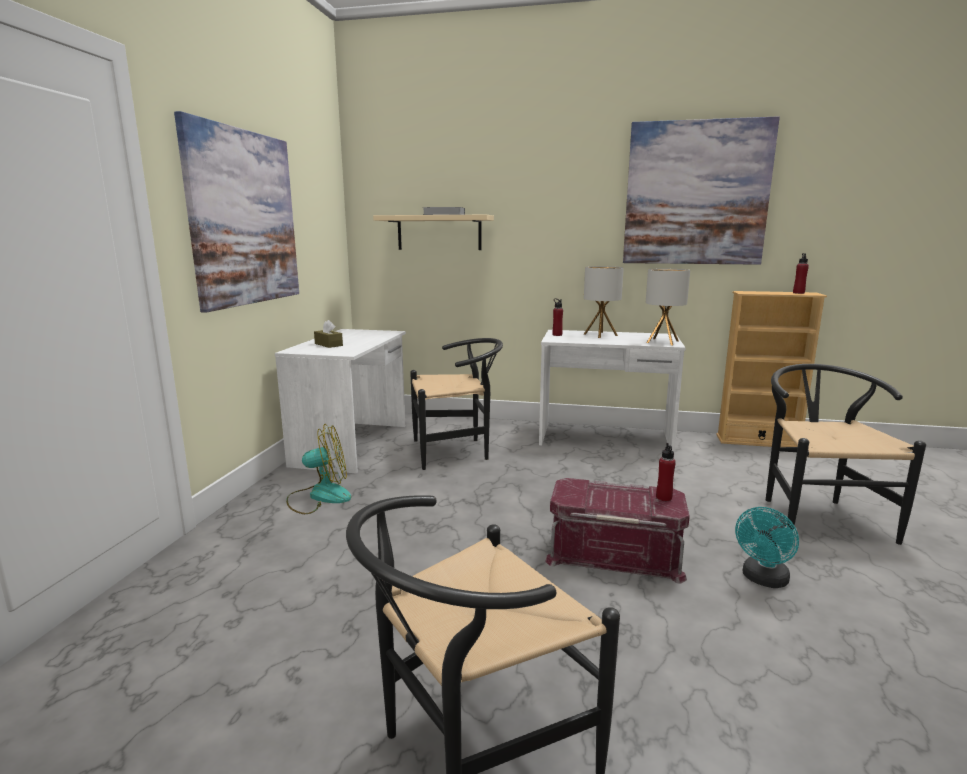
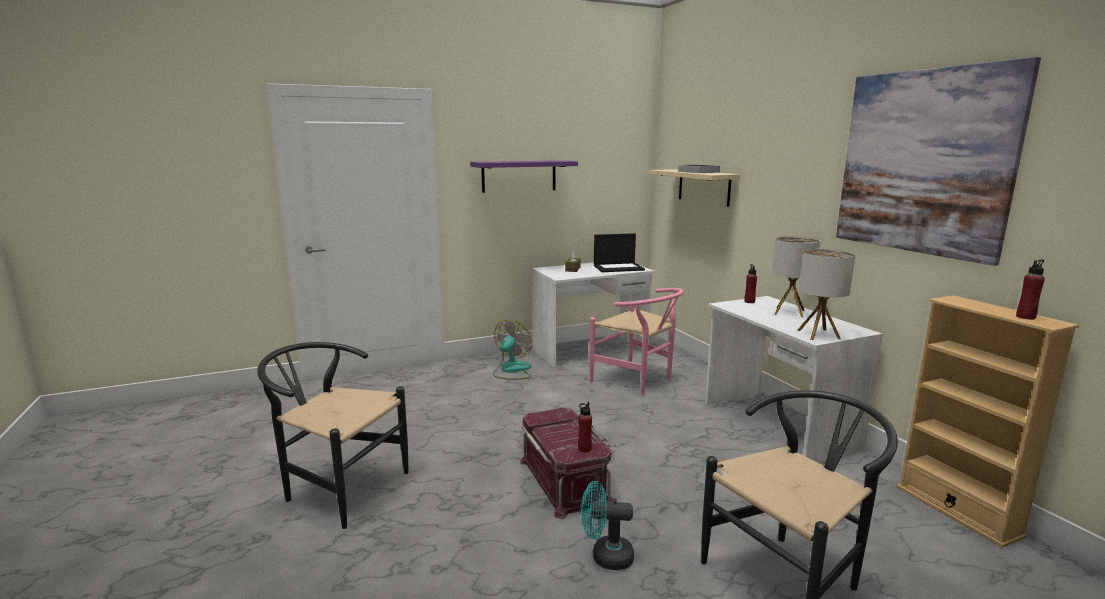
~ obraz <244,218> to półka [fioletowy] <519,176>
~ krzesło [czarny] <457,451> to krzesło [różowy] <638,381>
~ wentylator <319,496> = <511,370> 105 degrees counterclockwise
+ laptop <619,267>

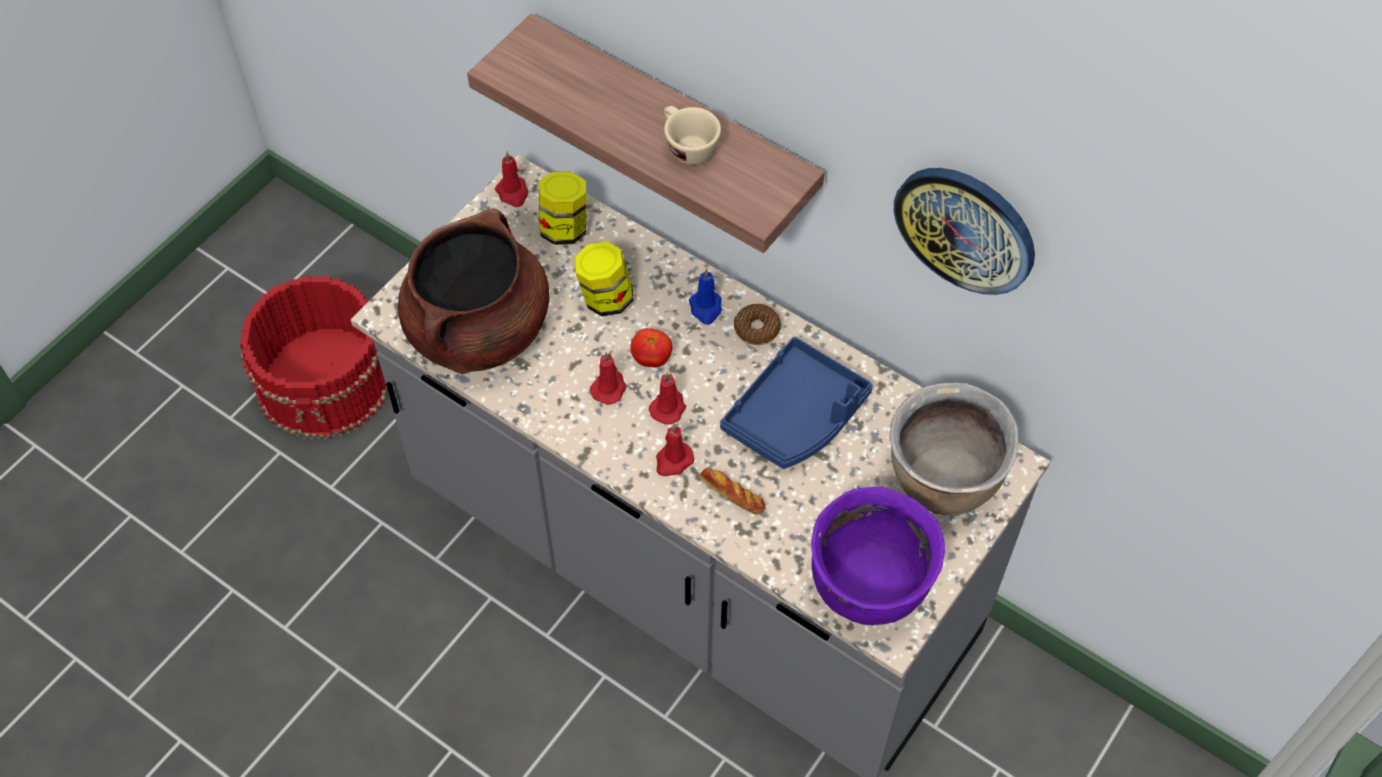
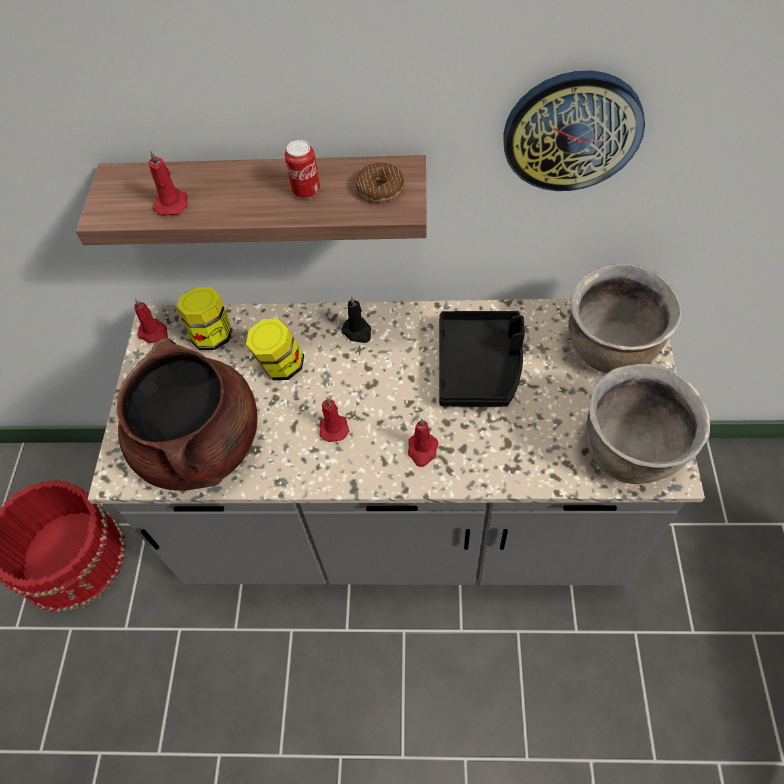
~ filiżanka [beżowy] <686,147> to puszka <306,191>
~ świeca [niebieski] <706,308> to świeca [czarny] <358,331>
~ donut <757,329> to <380,188>
- pomidor <651,358>
~ taca [niebieski] <796,416> to taca [czarny] <480,366>
~ świeca [czerwony] <668,407> to <172,203>
- chleb <732,494>
~ garnek [fioletowy] <869,588> to garnek [brązowy] <630,452>

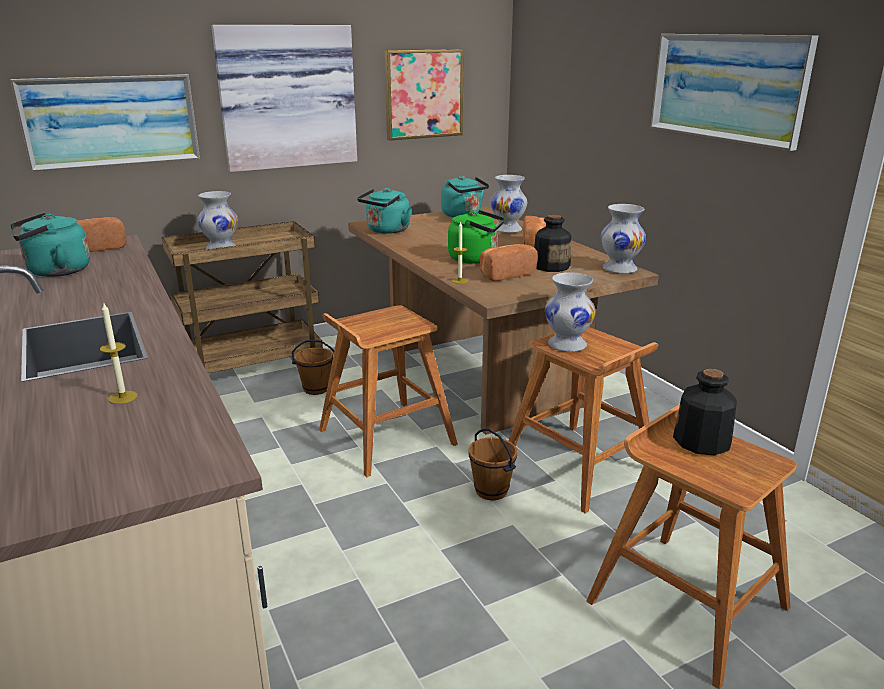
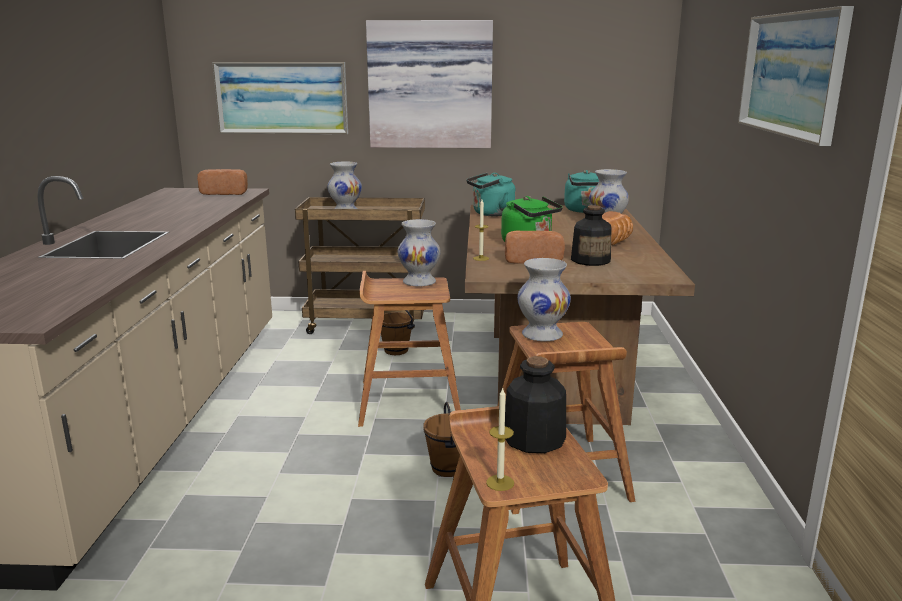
- obraz <423,94>
~ wazon [biały] <619,269> to <419,282>
- czajnik [turkusowy] <55,272>
~ świeca <123,397> to <500,483>

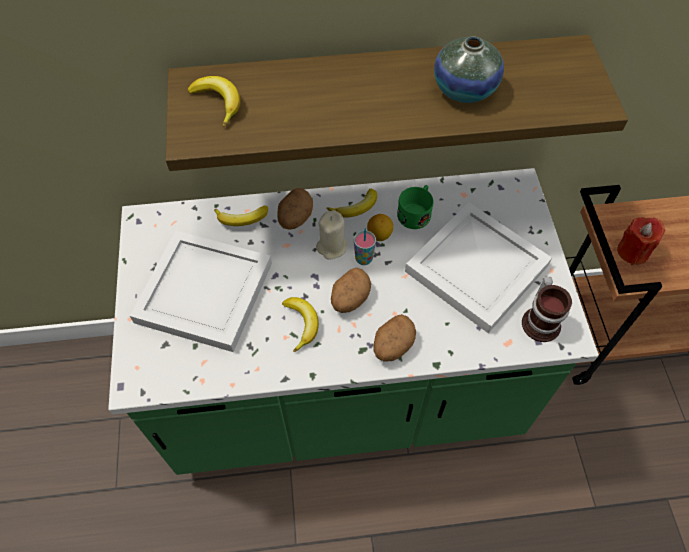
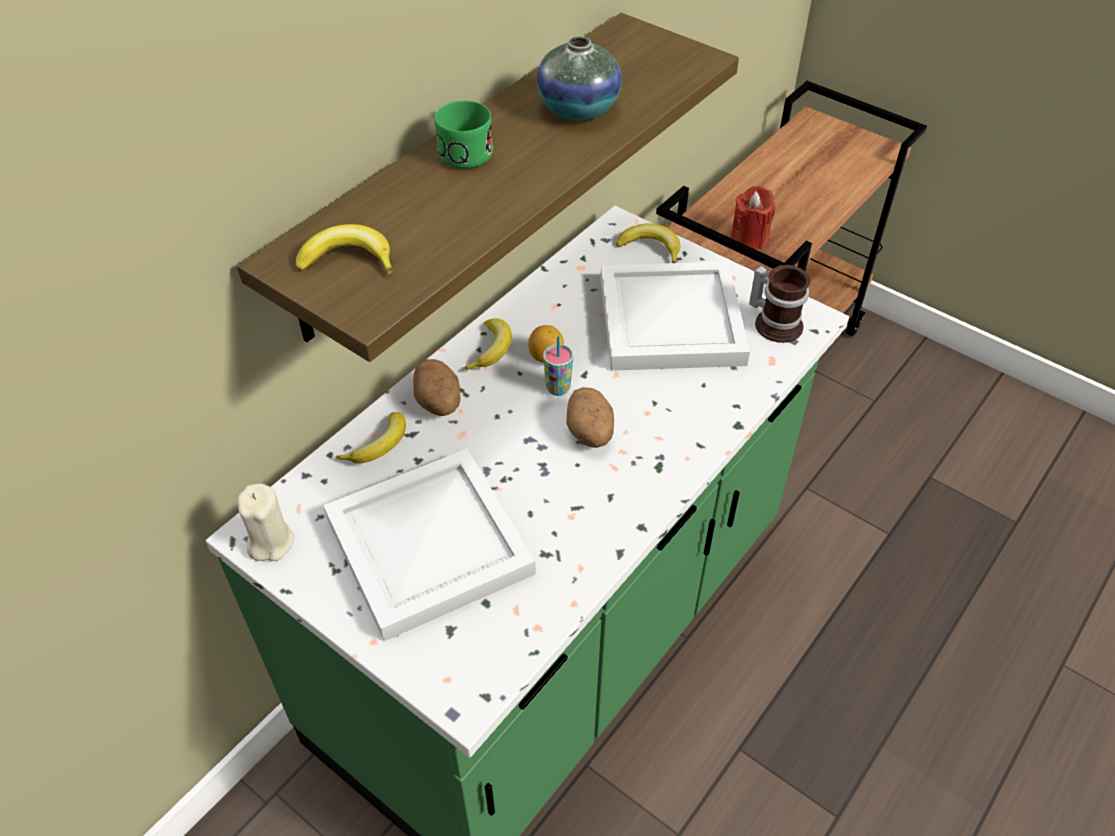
~ kubek [zielony] <416,212> to <463,149>
~ świeca [beżowy] <332,247> to <270,542>
~ banan <301,324> to <651,248>
- ziemniak <392,346>

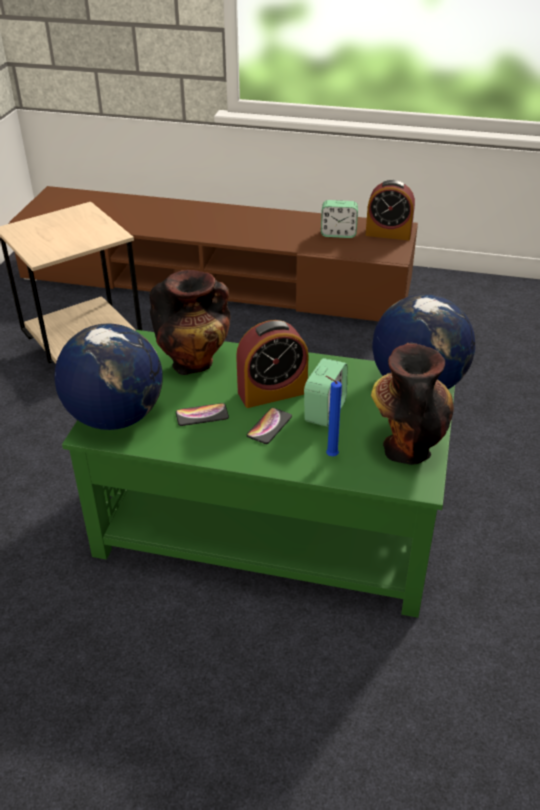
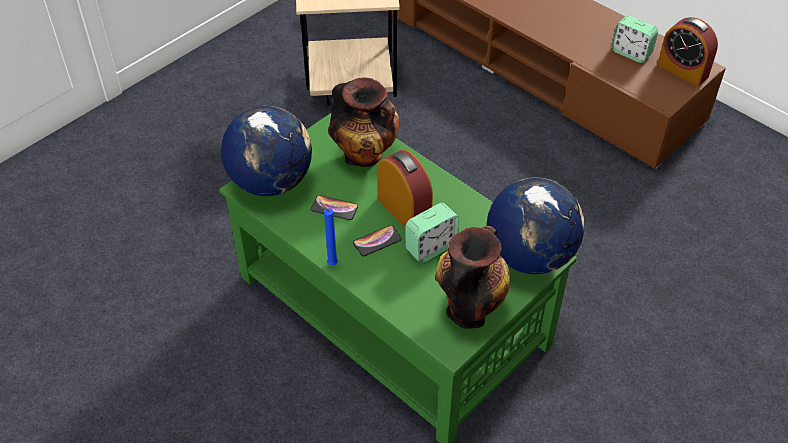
~ budzik <272,392> = <404,210> 135 degrees counterclockwise
~ świeca [niebieski] <330,456> to <331,263>

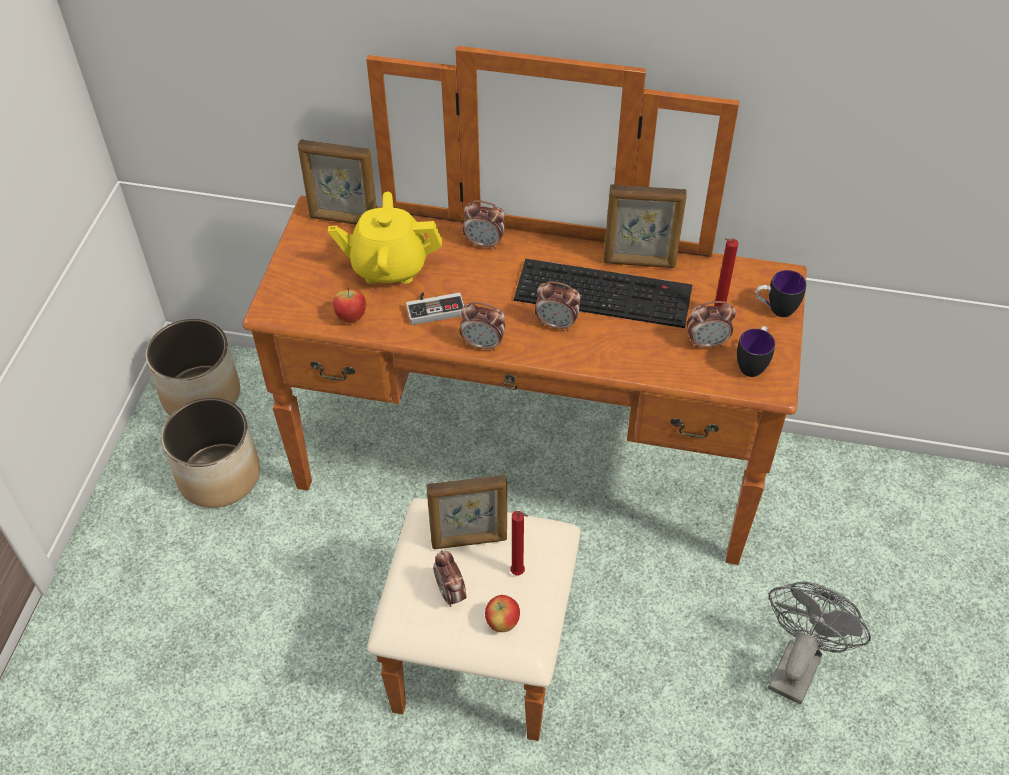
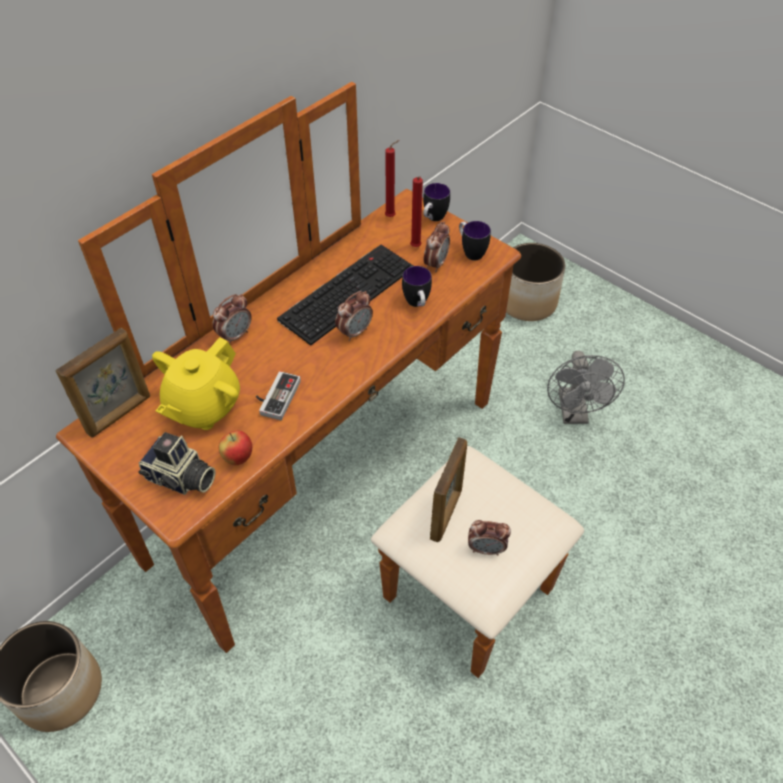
- ramka na zdjęcie <639,263>
- budzik <483,344>
~ donica <218,476> to <527,302>
~ świeca [czerwony] <519,573> to <392,216>
~ wentylator [szary] <797,664> = <574,414> 150 degrees counterclockwise
- jabłko <502,623>
+ kubek <417,304>
+ aparat fotograficzny <181,479>

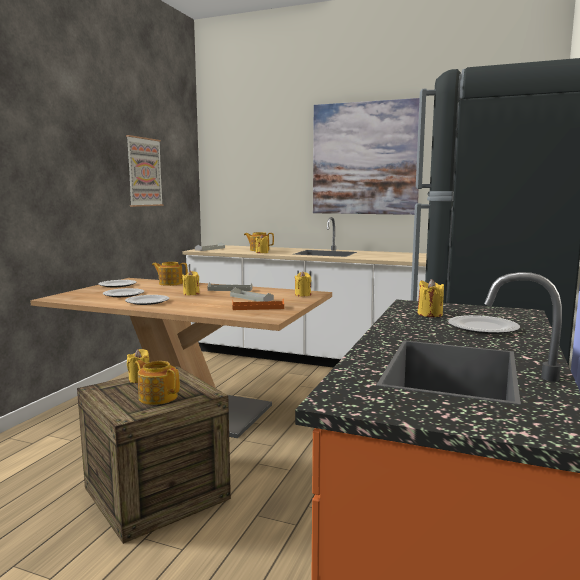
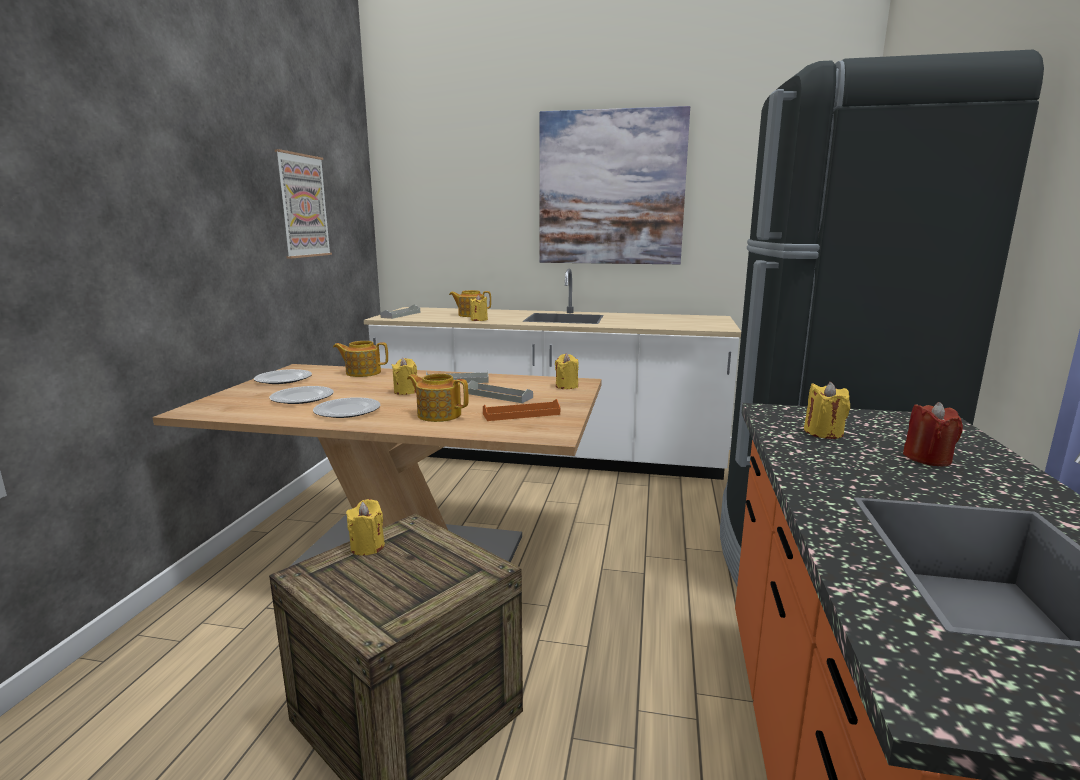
~ talerz <482,328> to świeca [czerwony] <927,458>
~ imbryk <158,397> to <438,414>

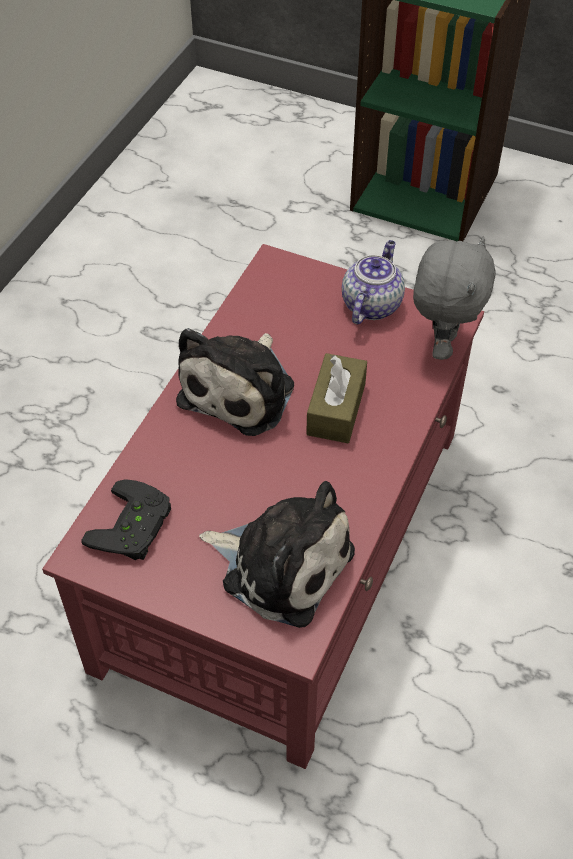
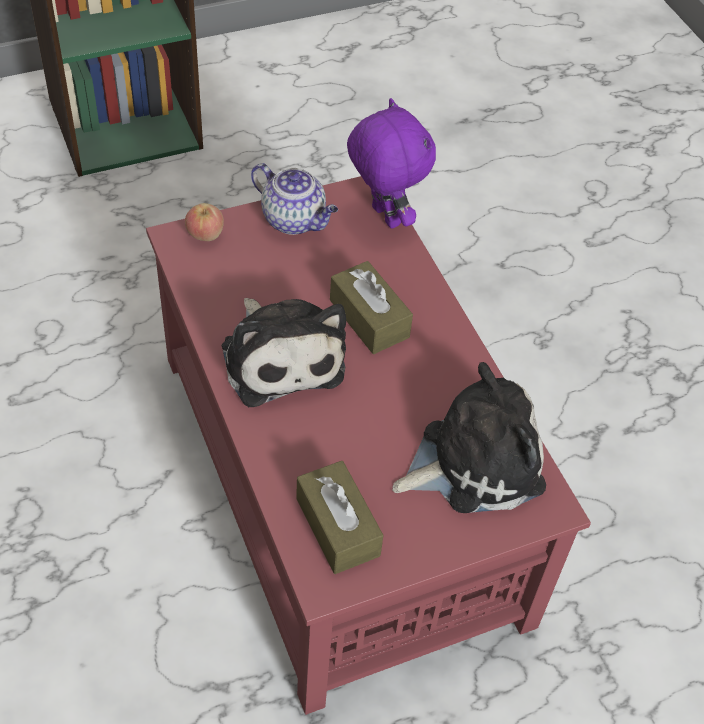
~ pluszak [szary] <442,345> to pluszak [fioletowy] <383,217>
~ imbryk <371,304> = <295,220> 150 degrees clockwise
~ pad do gier [czarny] <135,527> to pudełko chusteczek [brązowy] <337,527>
+ jabłko <205,234>

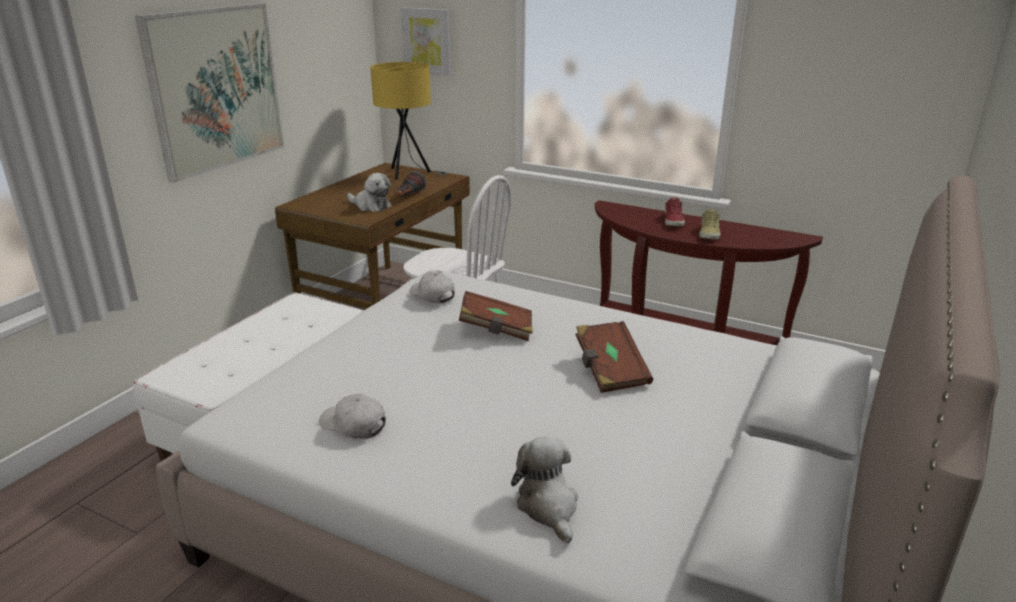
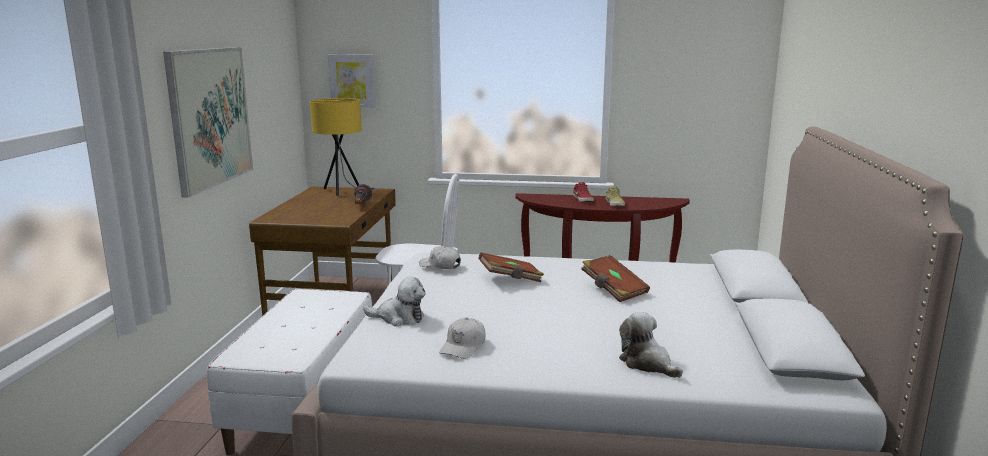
~ pluszak <370,206> to <399,318>
~ czapka z daszkiem [biały] <353,425> = <463,346> 75 degrees counterclockwise

